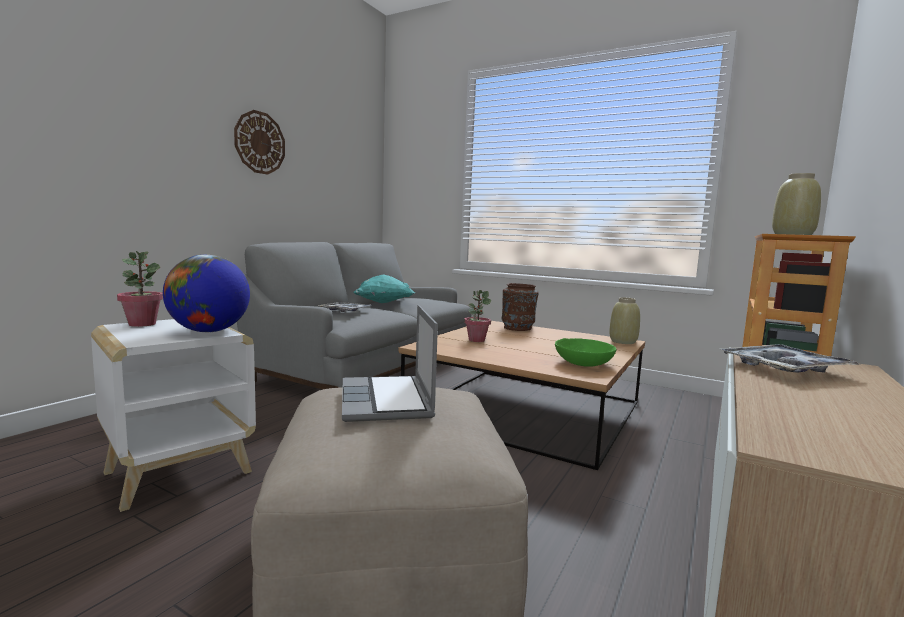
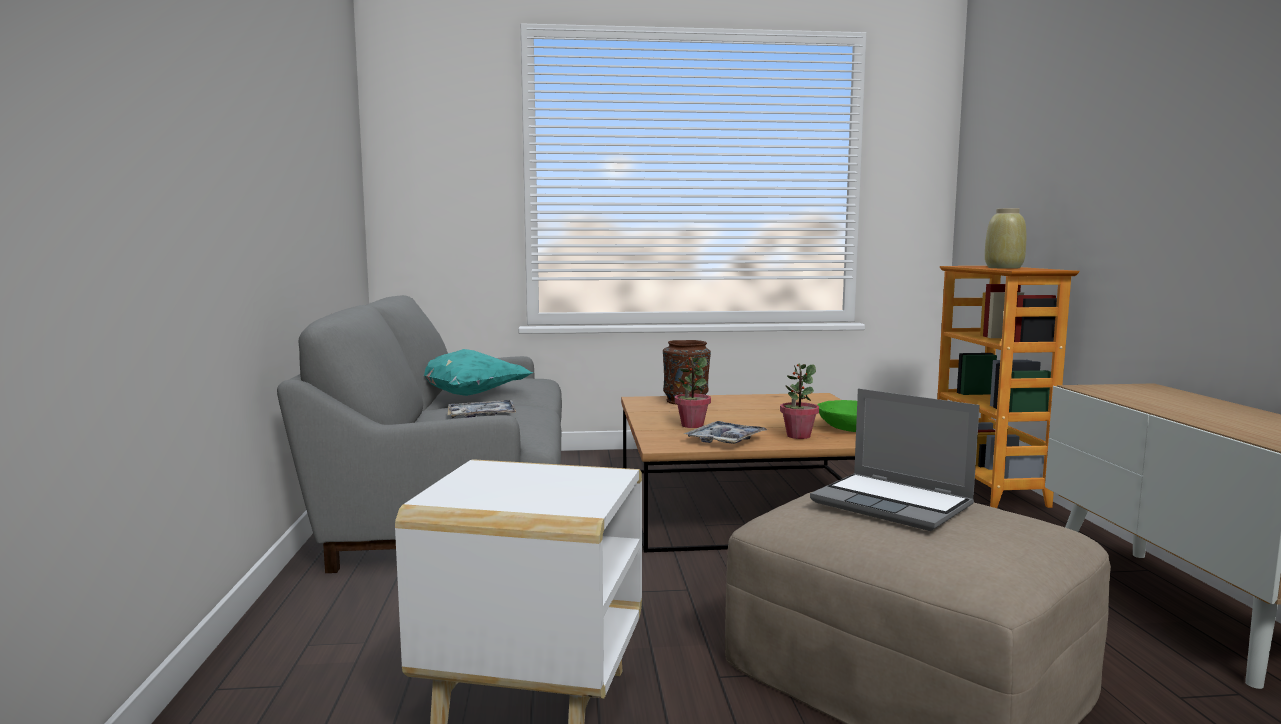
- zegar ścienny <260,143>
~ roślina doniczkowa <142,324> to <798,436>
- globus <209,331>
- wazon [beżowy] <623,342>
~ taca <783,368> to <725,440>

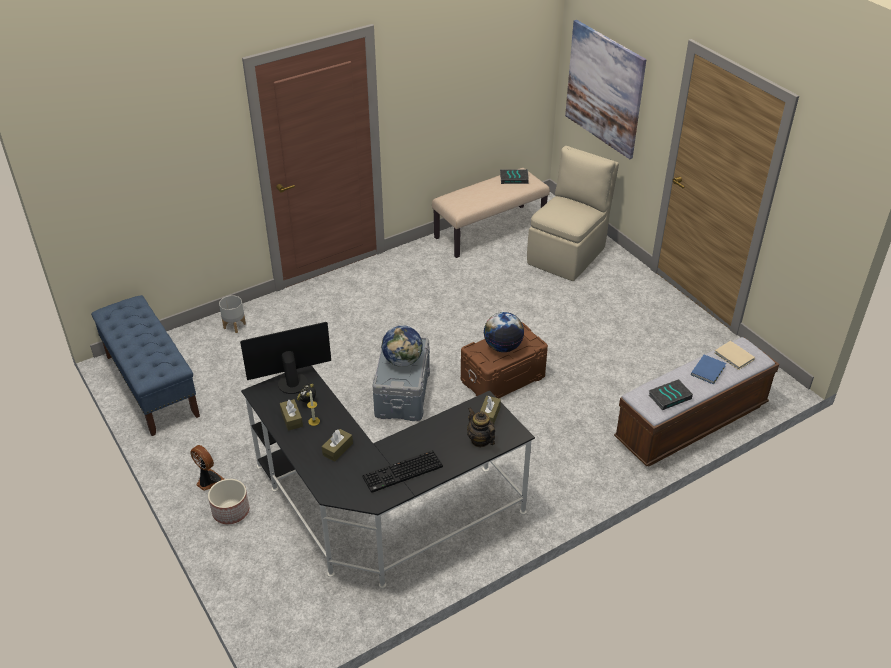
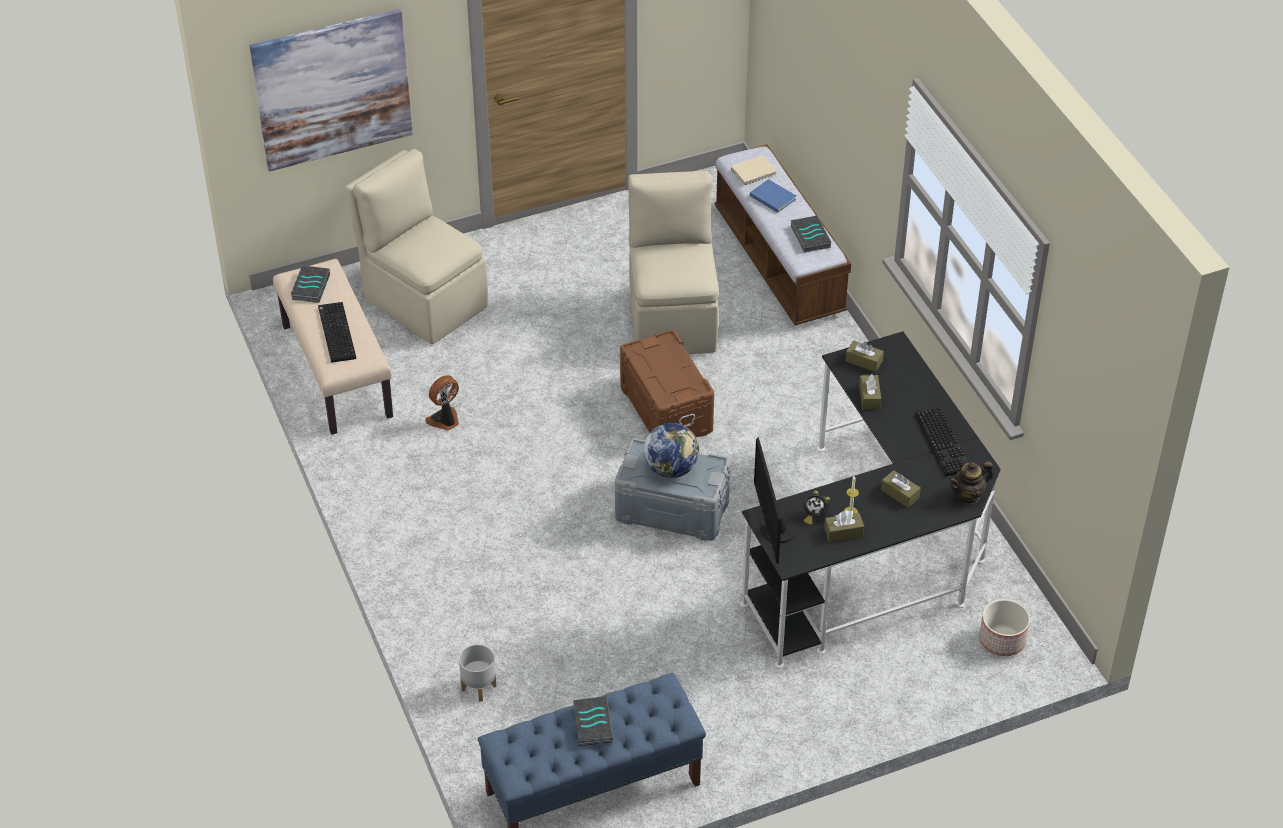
- globus <503,347>
~ imbryk <480,440> to <968,495>
~ wentylator <209,481> to <445,420>
~ donica <230,511> to <1002,640>
+ krzesło [beżowy] <672,317>
+ klawiatura <335,333>
+ pudełko chusteczek [brązowy] <869,397>
+ książka <594,724>

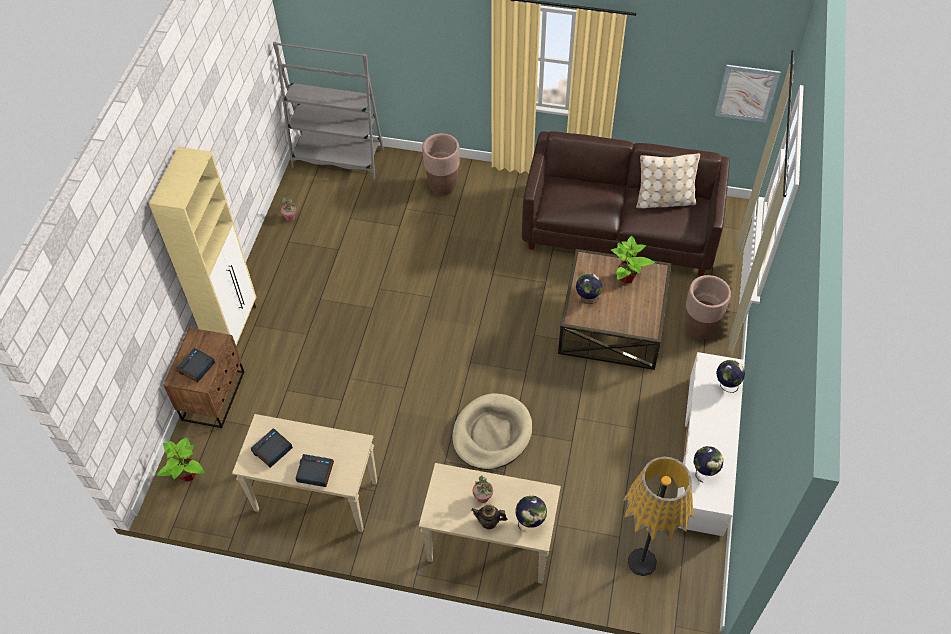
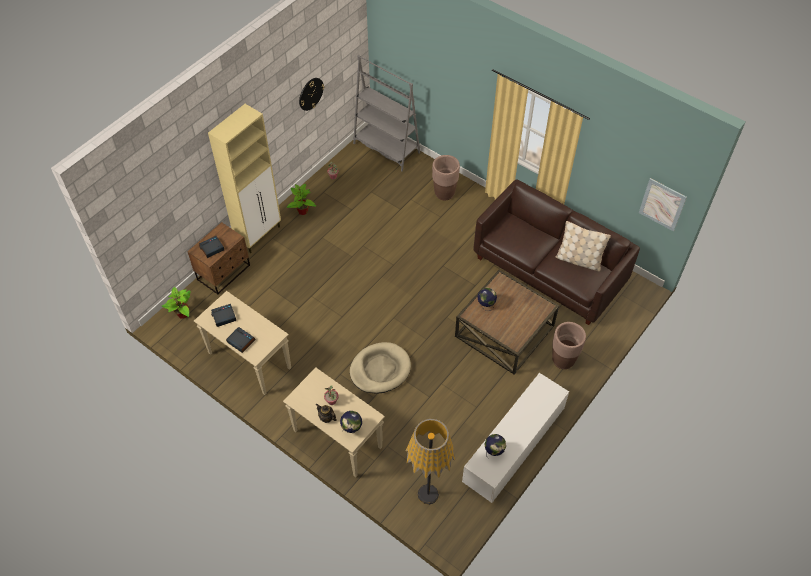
~ roślina doniczkowa <626,278> to <302,211>
- globus <726,385>
+ zegar ścienny <310,94>

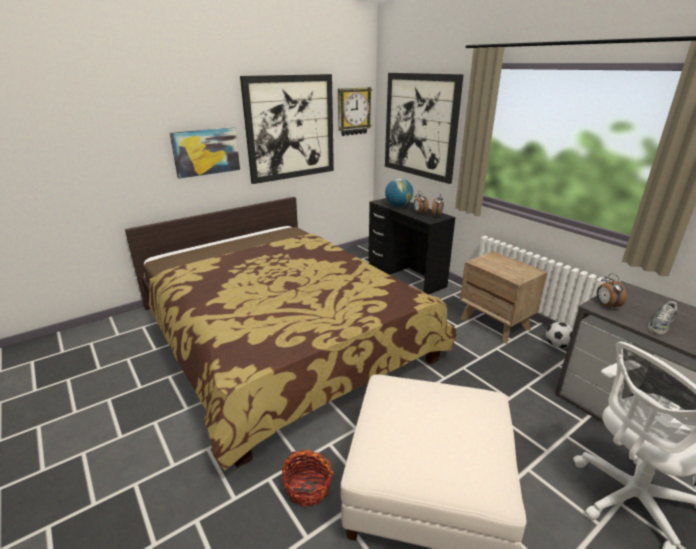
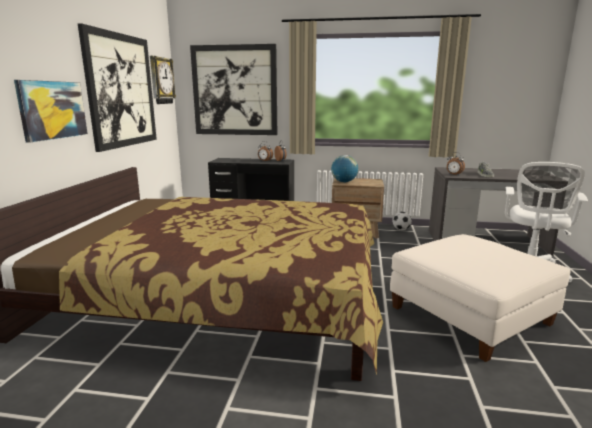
~ globus <398,206> to <344,182>
- koszyk <308,487>

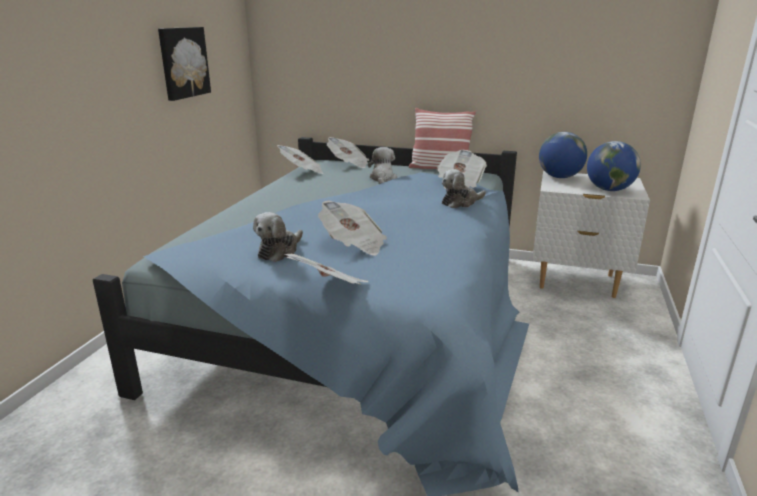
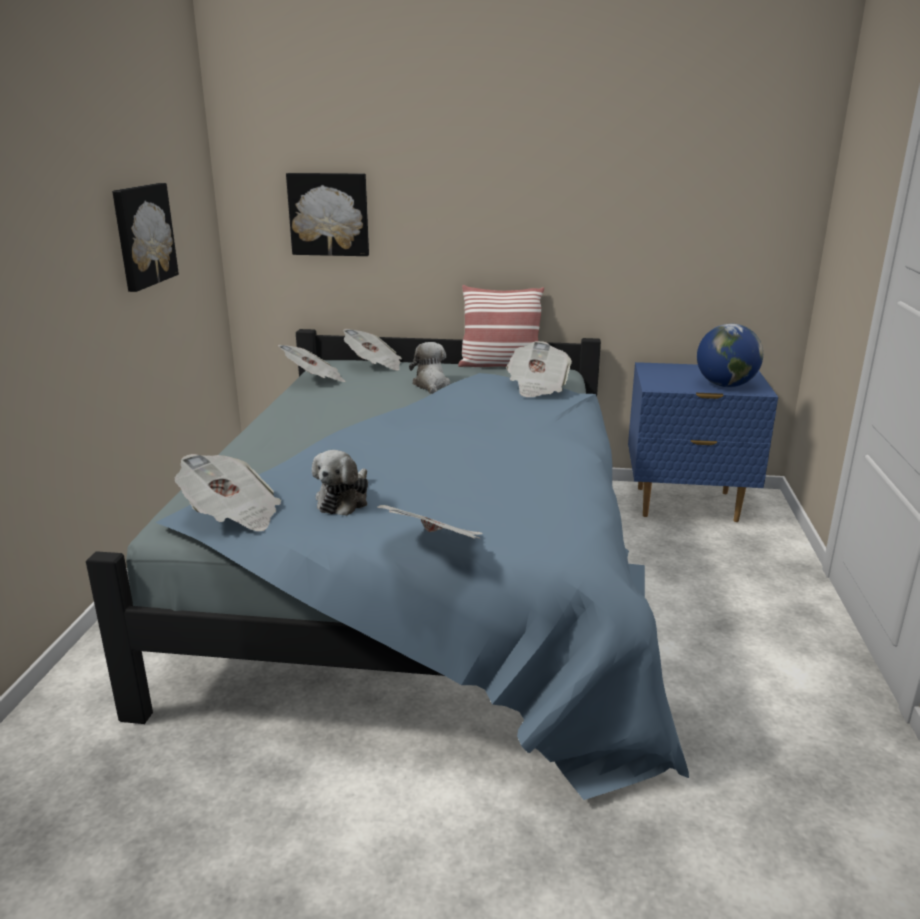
- globus <559,177>
- pluszak <460,202>
~ szafka nocna [biały] <576,282> to szafka nocna [niebieski] <686,505>
~ gazeta <353,244> to <233,515>
+ obraz <329,214>

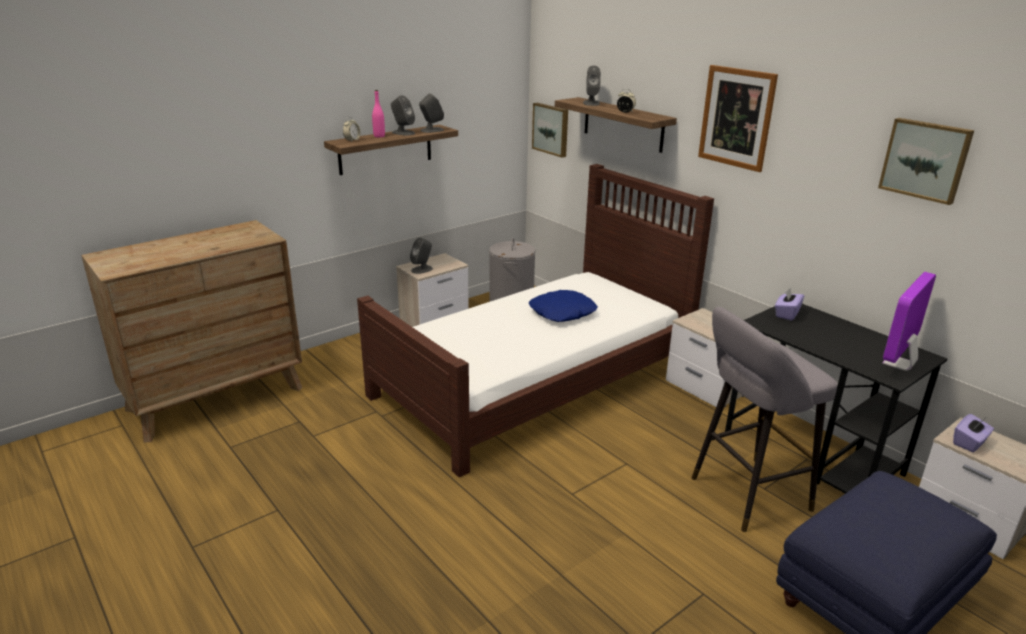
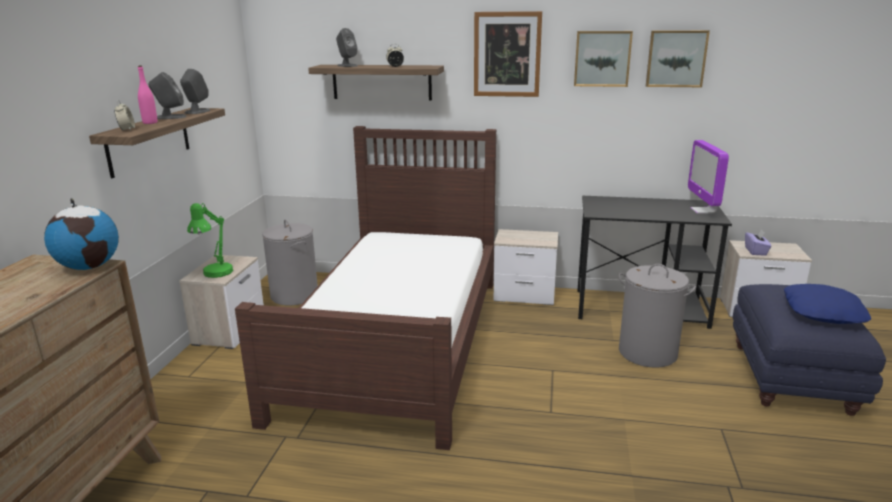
~ obraz <551,129> to <602,58>
~ głośnik [szary] <422,269> to lampa stołowa [zielony] <215,274>
- pudełko chusteczek [fioletowy] <786,314>
~ poduszka [niebieski] <563,312> to <823,312>
~ stołek [szary] <744,495> to kosz na pranie [szary] <647,352>
+ globus <89,267>

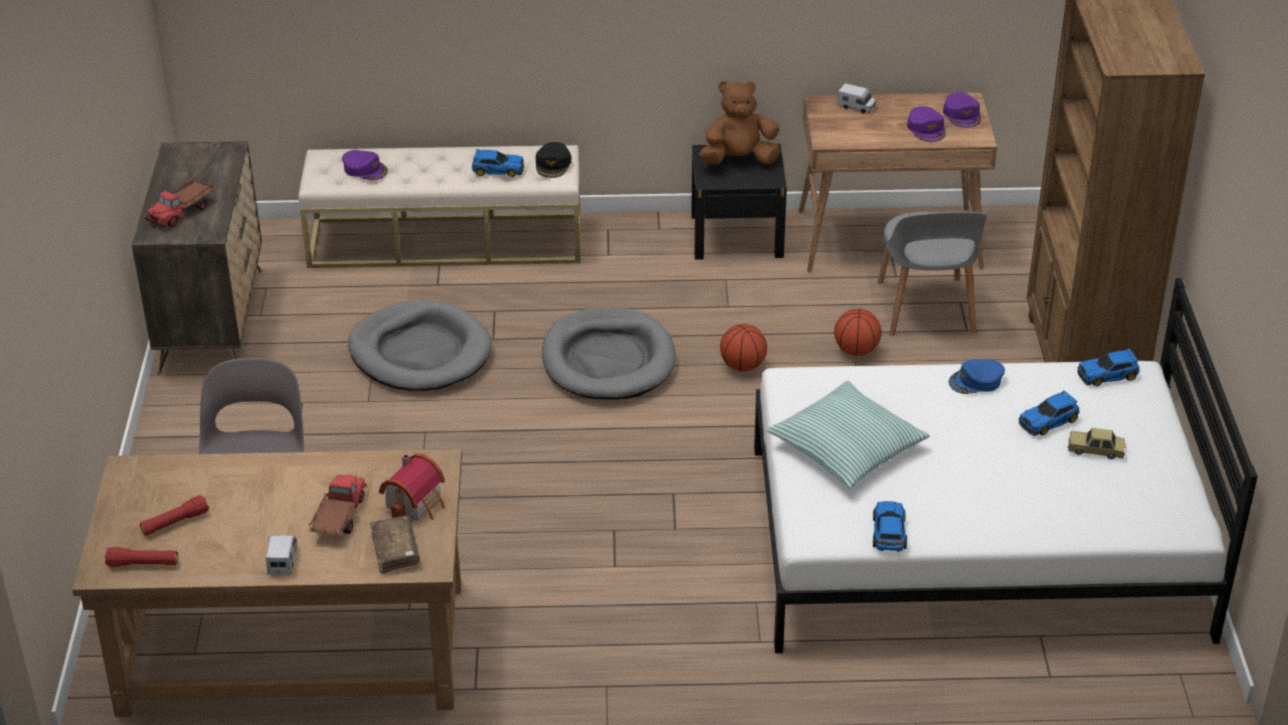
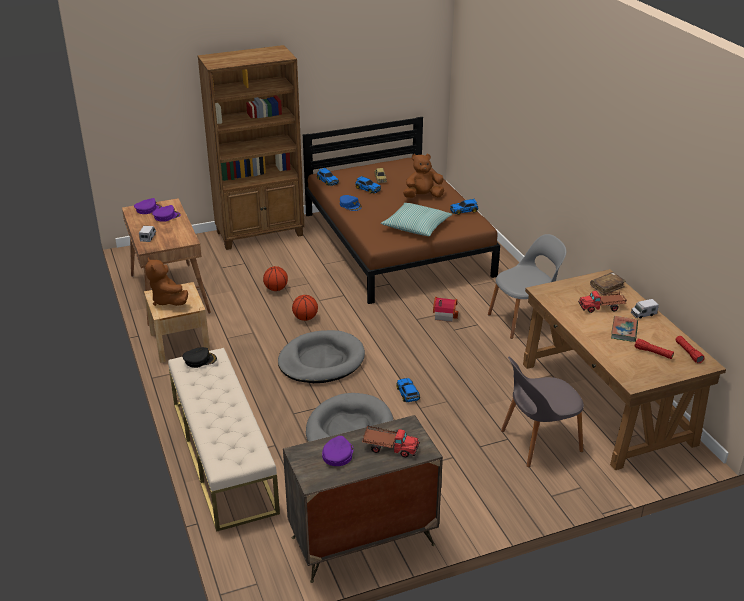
~ szafka nocna [czarny] <736,235> to szafka nocna [beżowy] <180,342>
~ samochodzik <497,169> to <408,394>
~ czapka z daszkiem [fioletowy] <365,169> to <337,454>
~ krzesło [szary] <925,309> to <524,320>
~ łóżko [biały] <974,540> to łóżko [brązowy] <396,244>
~ domek <417,503> to <444,315>
+ pluszak [brązowy] <422,196>
+ książka <624,331>

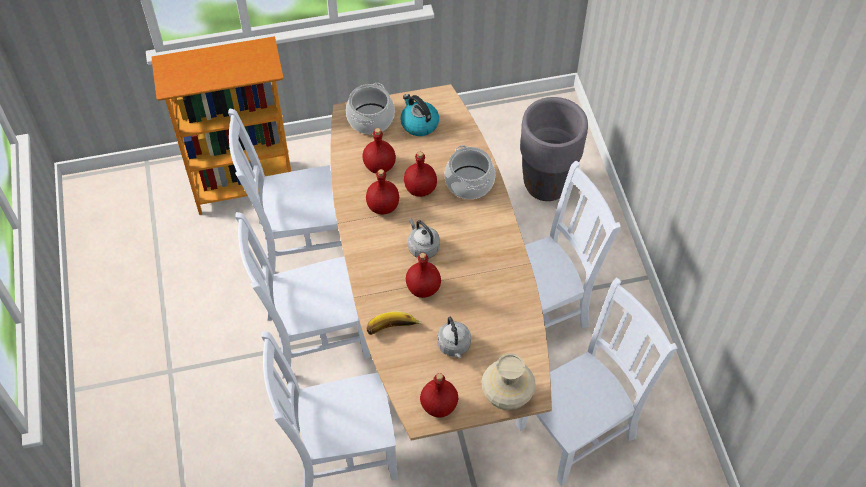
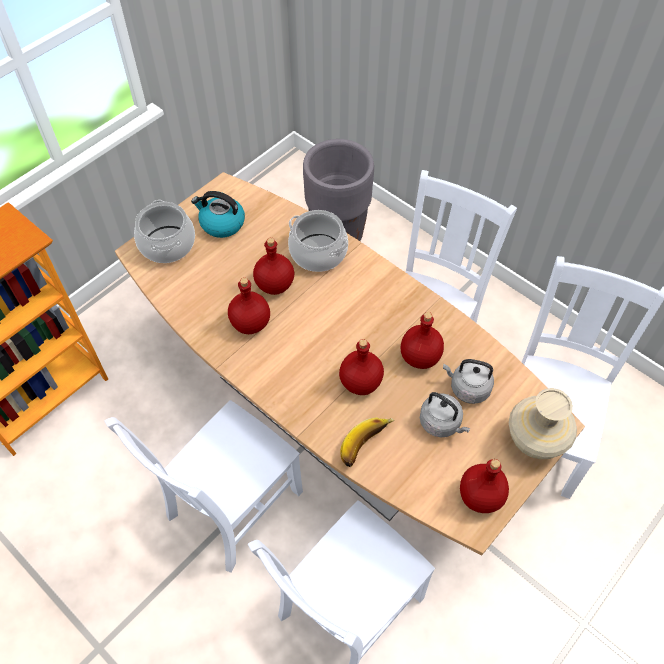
- krzesło [biały] <301,241>
~ butelka [czerwony] <380,166> to <420,357>
~ czajnik [szary] <422,247> to <467,388>

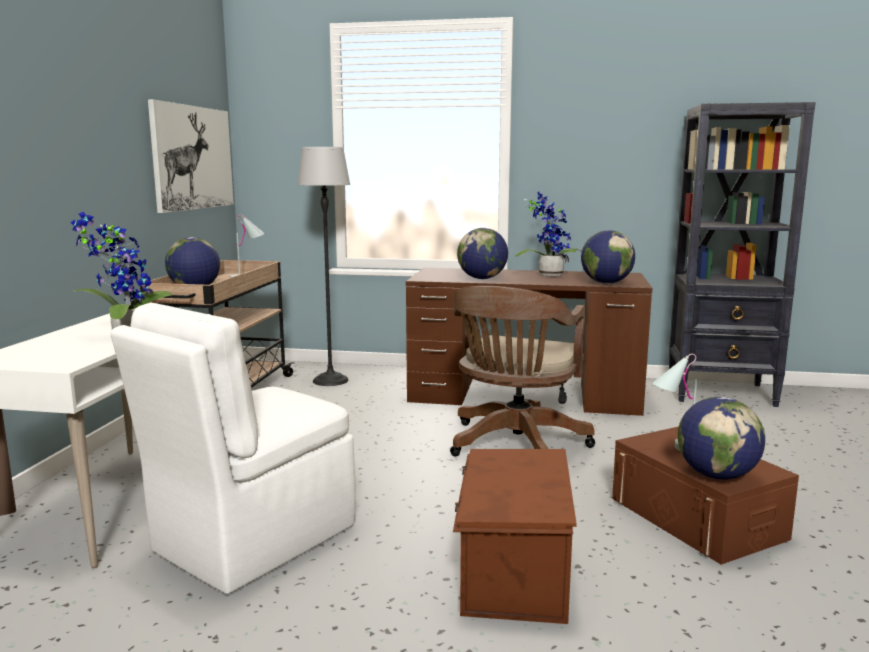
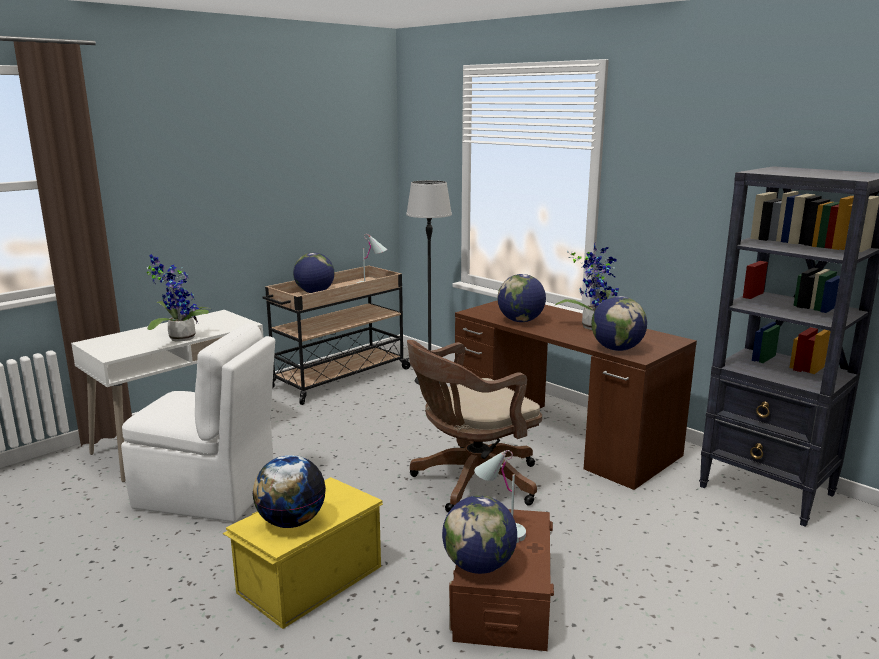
- obraz <193,158>
~ krzesło [biały] <250,540> = <208,494> 150 degrees counterclockwise
~ pojemnik do przechowywania [brązowy] <511,571> to pojemnik do przechowywania [żółty] <308,579>
+ globus <291,522>

